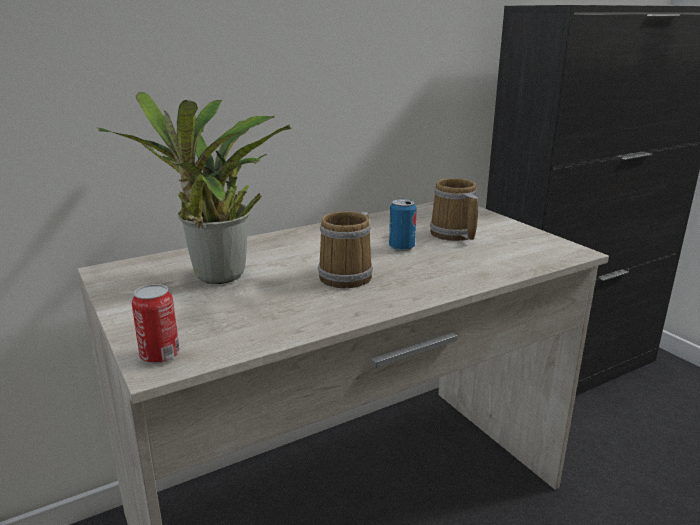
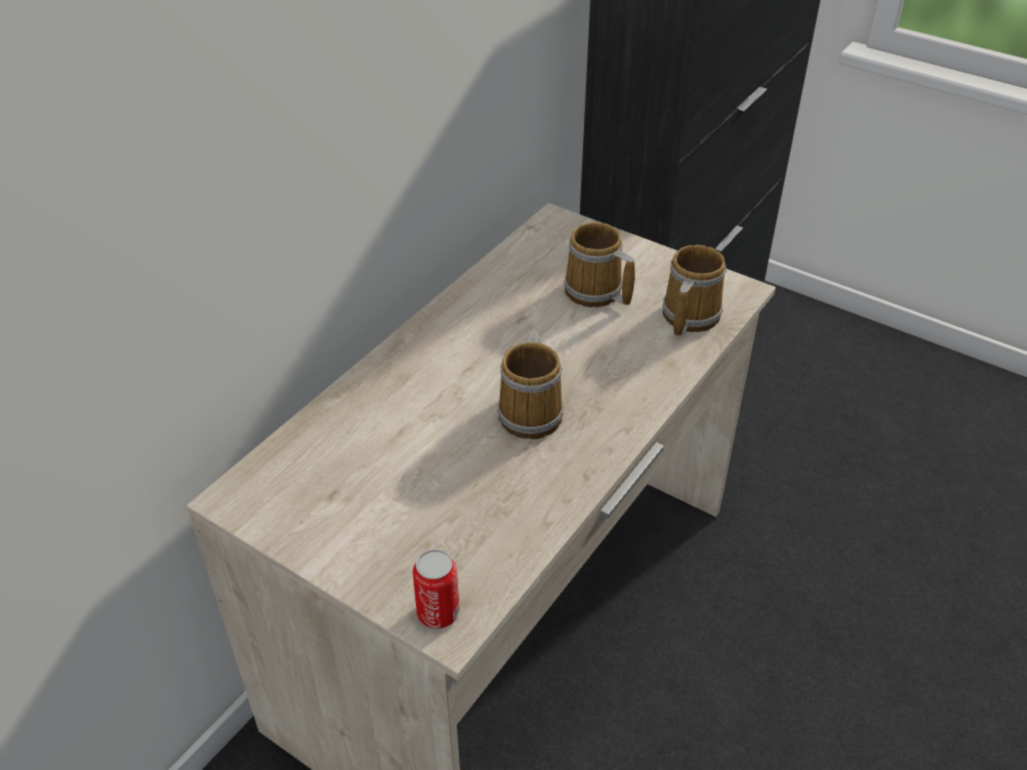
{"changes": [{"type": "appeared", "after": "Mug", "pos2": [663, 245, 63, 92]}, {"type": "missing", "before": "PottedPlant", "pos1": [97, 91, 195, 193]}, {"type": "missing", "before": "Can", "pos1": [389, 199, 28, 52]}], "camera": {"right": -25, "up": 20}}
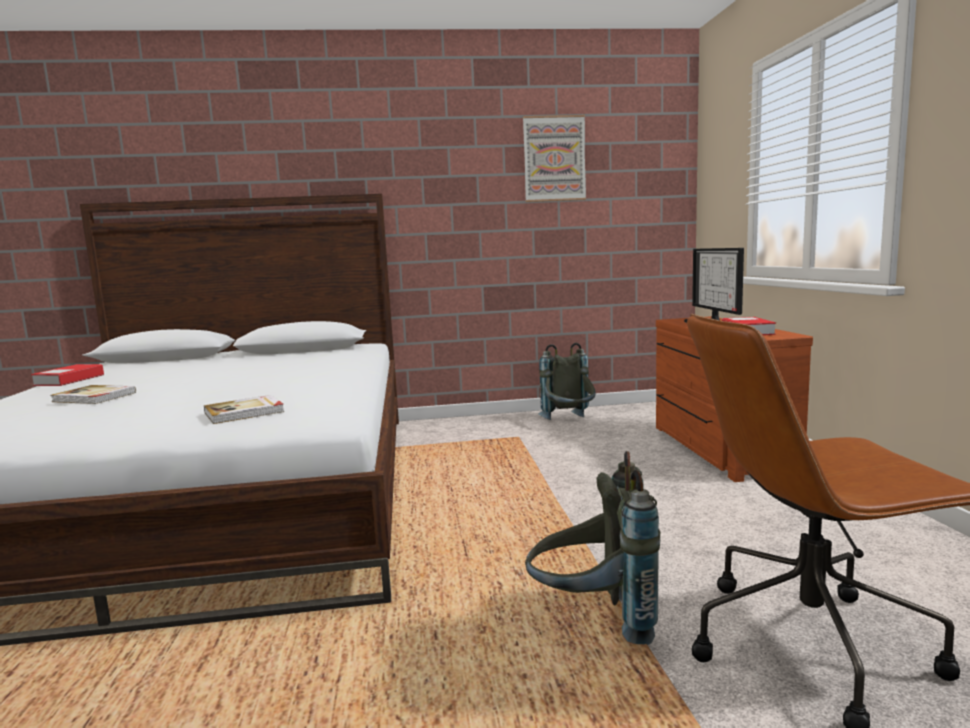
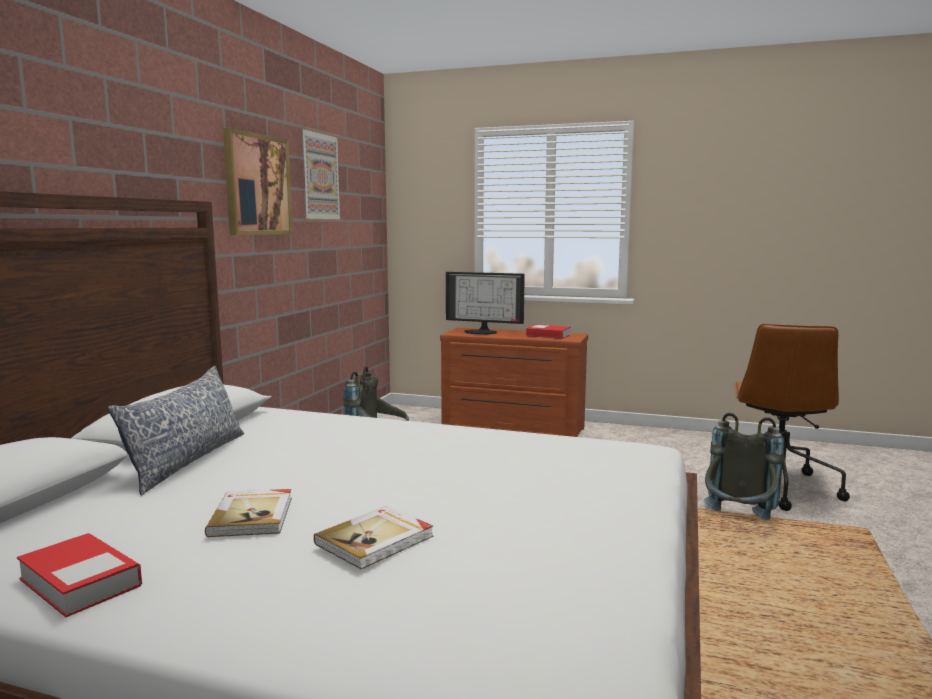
{"changes": [{"type": "appeared", "after": "Pillow", "pos2": [108, 366, 136, 129]}, {"type": "relocated", "before": "Book", "pos1": [204, 395, 80, 29], "pos2": [205, 489, 87, 48]}, {"type": "appeared", "after": "Picture", "pos2": [223, 128, 70, 107]}], "camera": {"right": -65, "up": 0}}
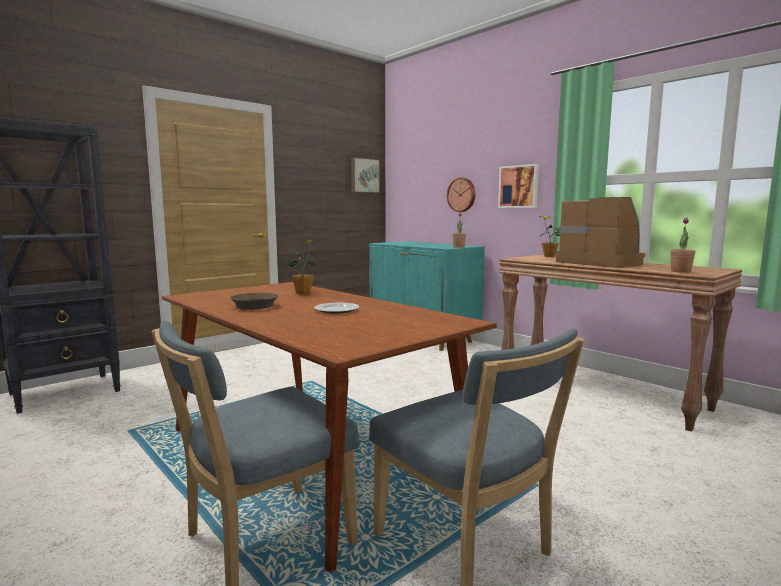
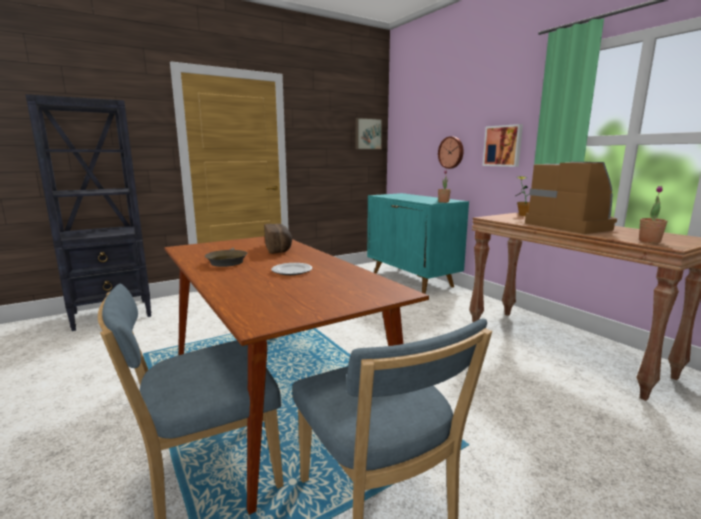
{"changes": [{"type": "exchanged", "before": "PottedPlant", "after": "Bread", "pos1": [288, 239, 28, 56], "pos2": [264, 224, 28, 30]}], "camera": {"right": 10, "up": 5}}
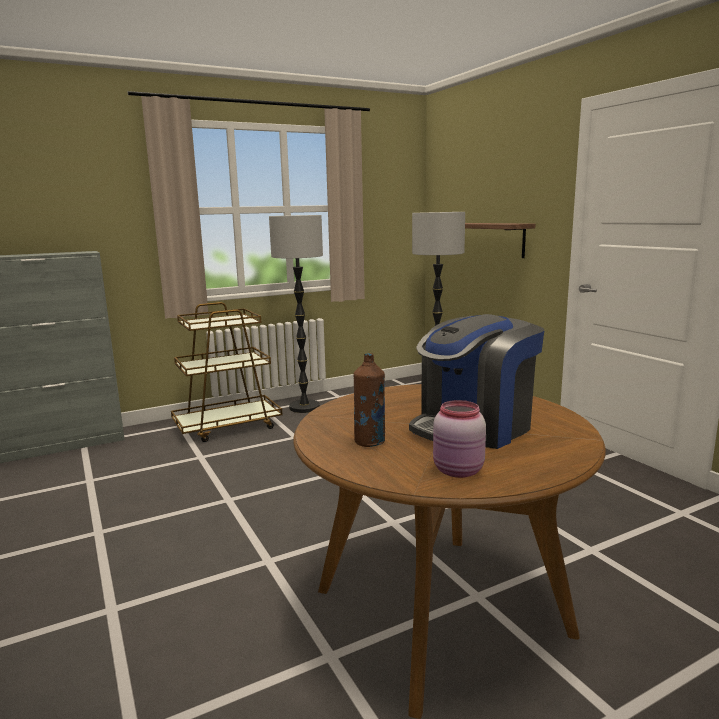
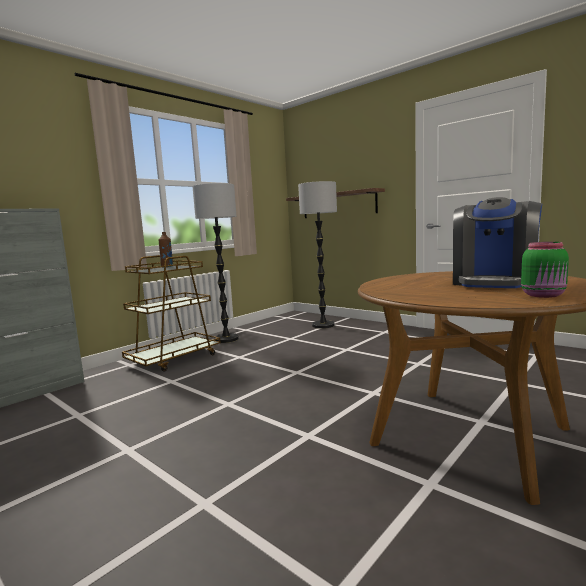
{"changes": [{"type": "relocated", "before": "BrownBottle", "pos1": [353, 353, 32, 94], "pos2": [158, 232, 15, 36]}, {"type": "colour", "before": "PinkJar", "after": "GreenJar", "pos1": [433, 400, 53, 78], "pos2": [521, 242, 48, 56]}], "camera": {"right": -20, "up": -5}}
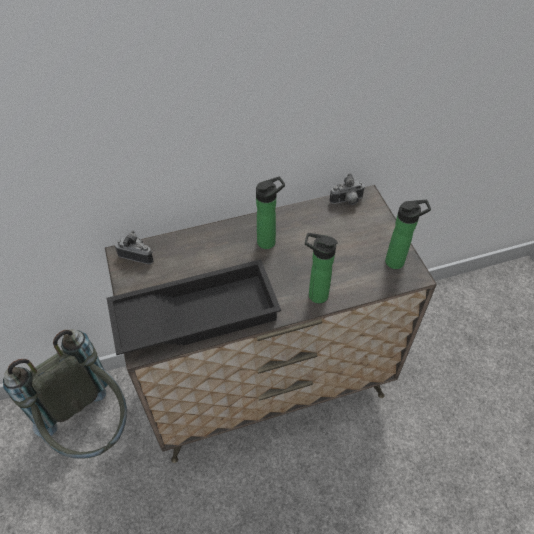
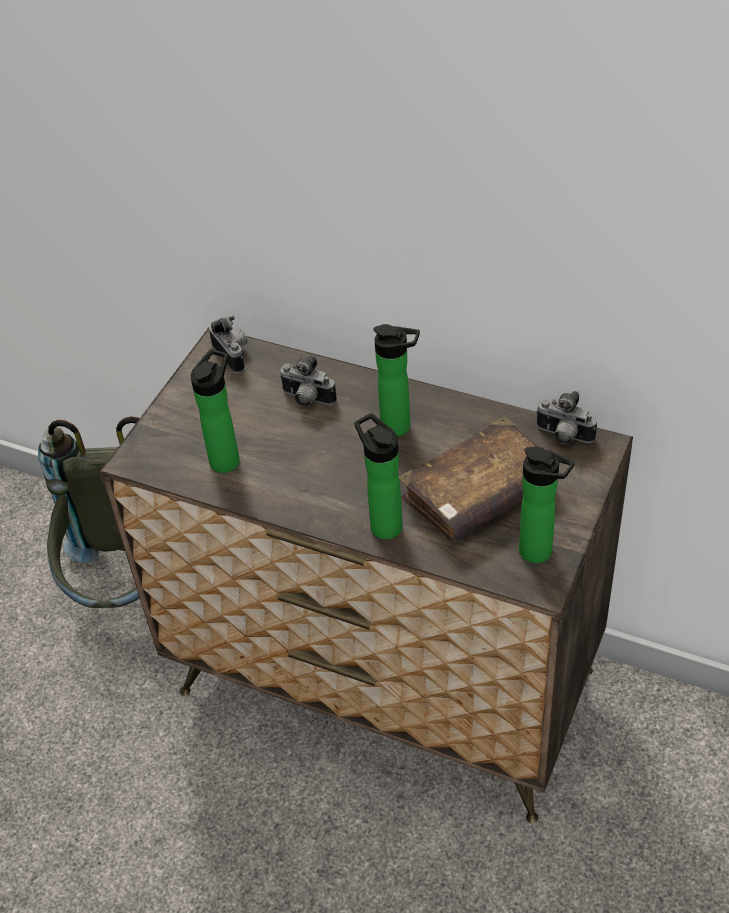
{"changes": [{"type": "exchanged", "before": "BlackTray", "after": "Bottle", "pos1": [107, 259, 174, 96], "pos2": [191, 349, 49, 124]}, {"type": "appeared", "after": "PhotoCamera", "pos2": [279, 355, 58, 52]}, {"type": "appeared", "after": "BrownBook", "pos2": [399, 417, 140, 125]}], "camera": {"right": 45, "up": -5}}
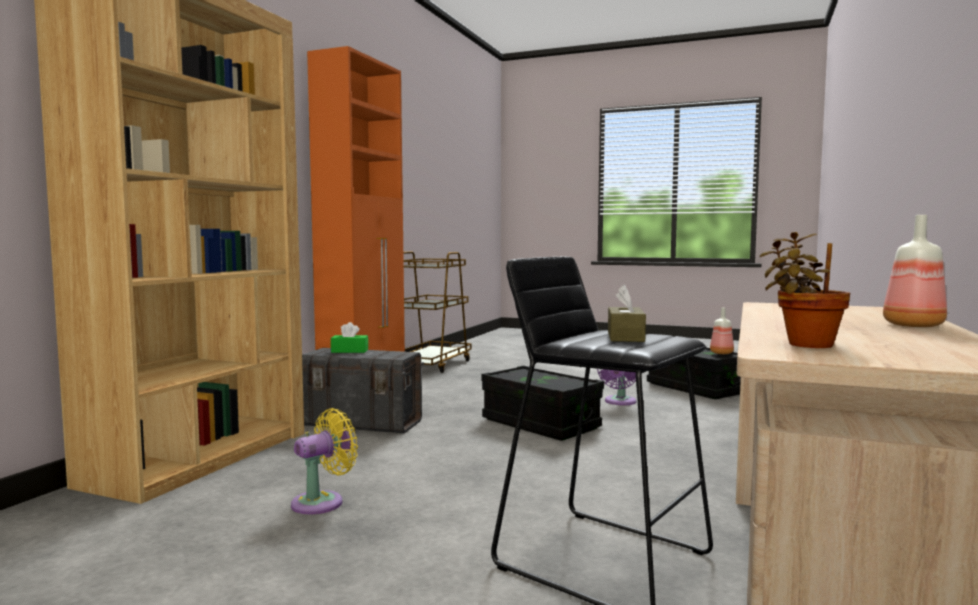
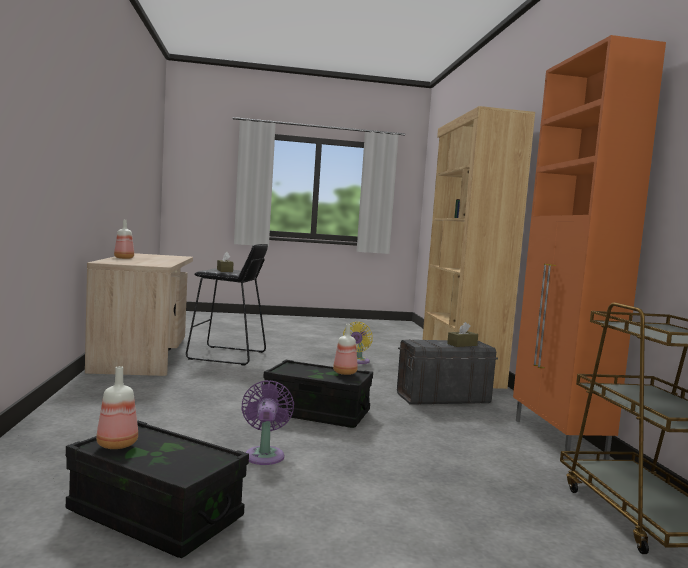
{"changes": [{"type": "appeared", "after": "Bottle", "pos2": [333, 324, 25, 51]}, {"type": "colour", "before": "GreenTissueBox", "after": "BrownTissueBox", "pos1": [331, 322, 37, 31], "pos2": [447, 322, 31, 25]}, {"type": "missing", "before": "PottedPlant", "pos1": [760, 232, 90, 116]}], "camera": {"right": 150, "up": 0}}
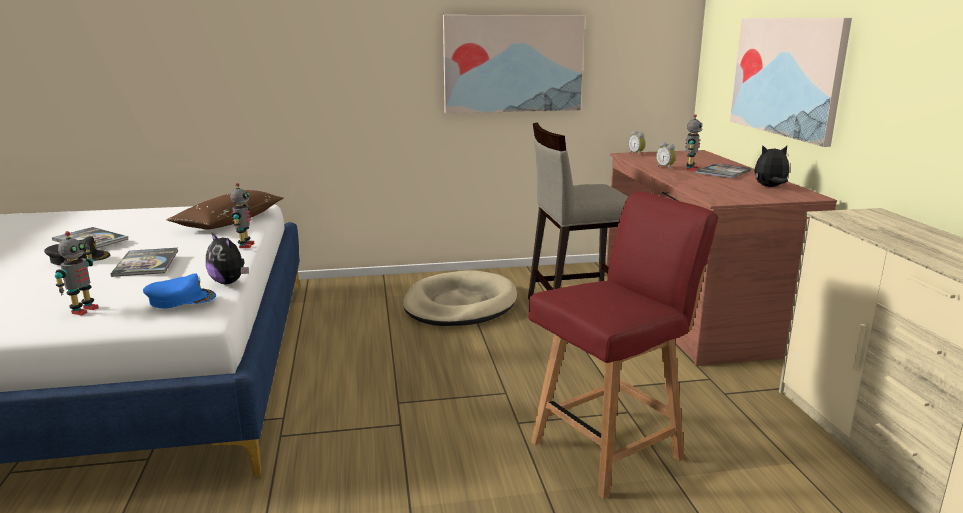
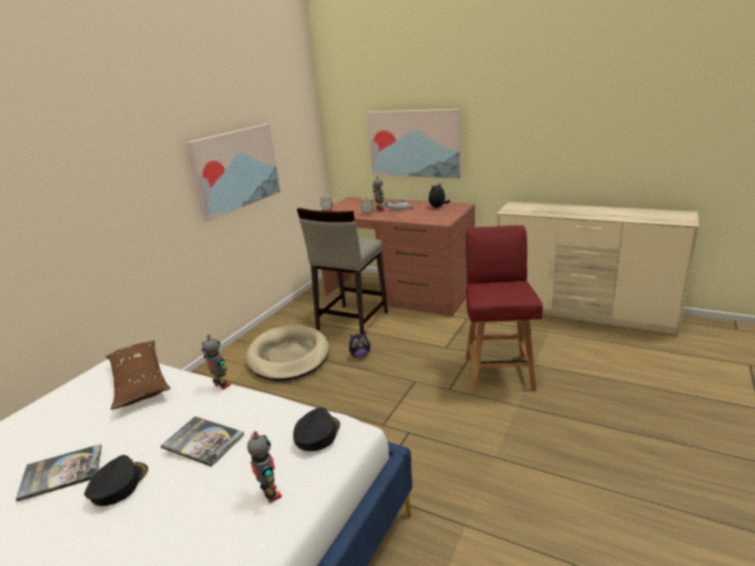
{"changes": [{"type": "colour", "before": "BlueCap", "after": "BlackCap", "pos1": [143, 274, 73, 34], "pos2": [293, 407, 47, 44]}, {"type": "relocated", "before": "PlushToy", "pos1": [206, 232, 43, 52], "pos2": [349, 332, 22, 26]}], "camera": {"right": -50, "up": 5}}
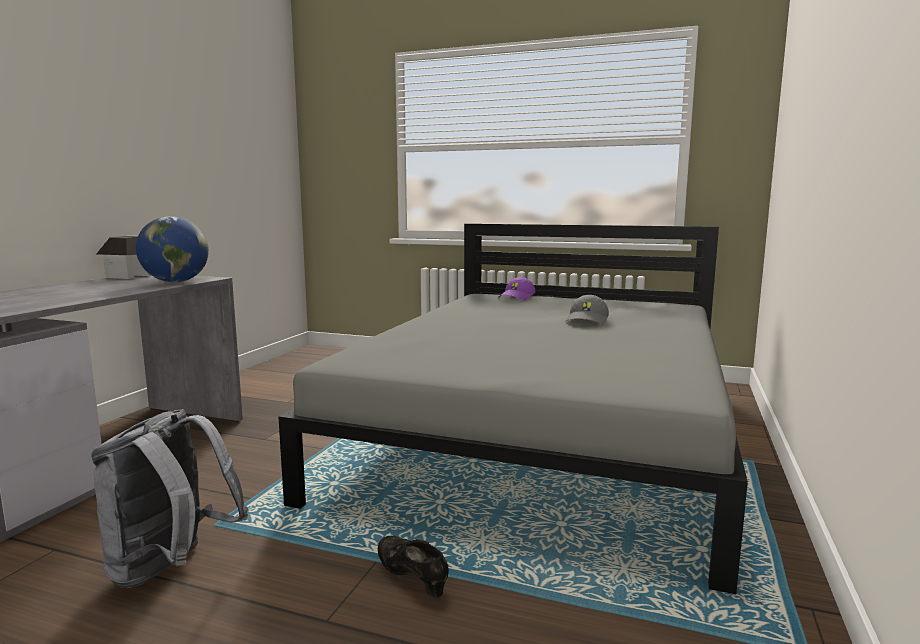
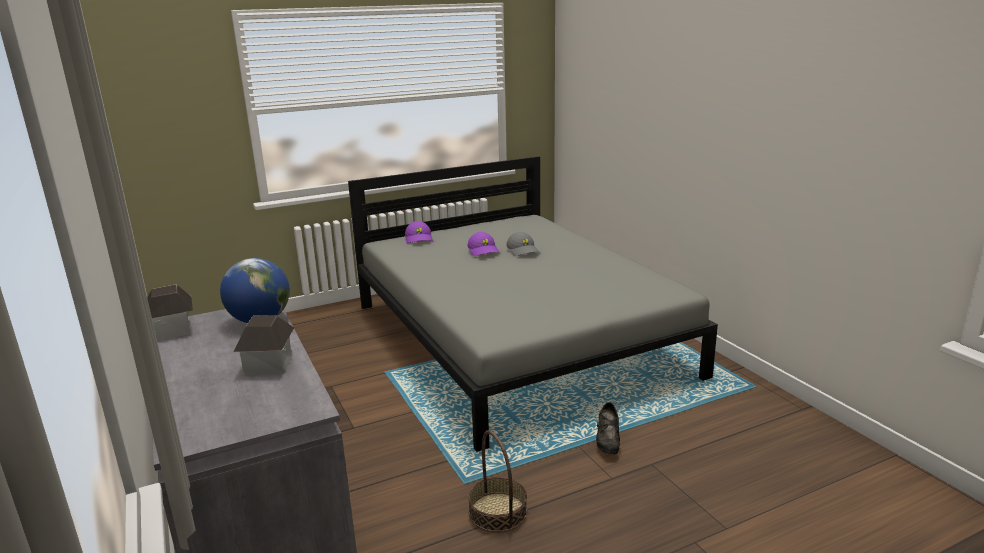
{"changes": [{"type": "appeared", "after": "ToyHouse", "pos2": [233, 315, 61, 60]}, {"type": "appeared", "after": "PurpleCap", "pos2": [467, 232, 33, 24]}, {"type": "exchanged", "before": "GreyBackpack", "after": "Basket", "pos1": [91, 409, 158, 179], "pos2": [468, 430, 59, 103]}, {"type": "spun", "before": "BlackShoe", "pos1": [378, 535, 71, 64], "pos2": [596, 402, 24, 52], "turn": -90}], "camera": {"right": -45, "up": 10}}
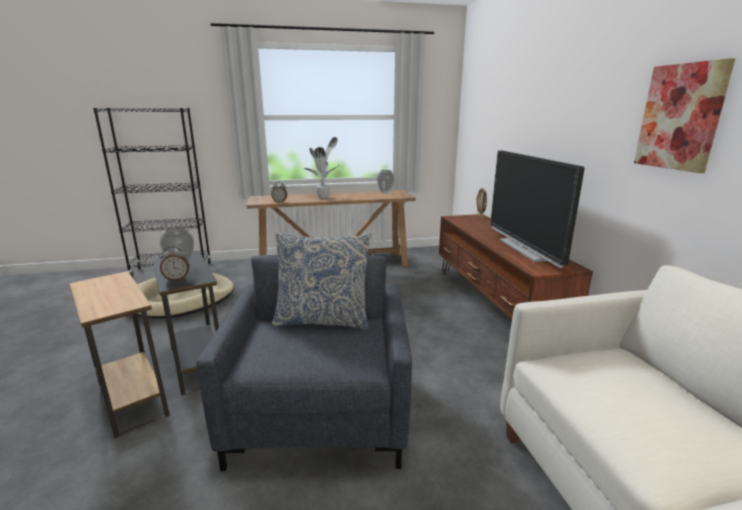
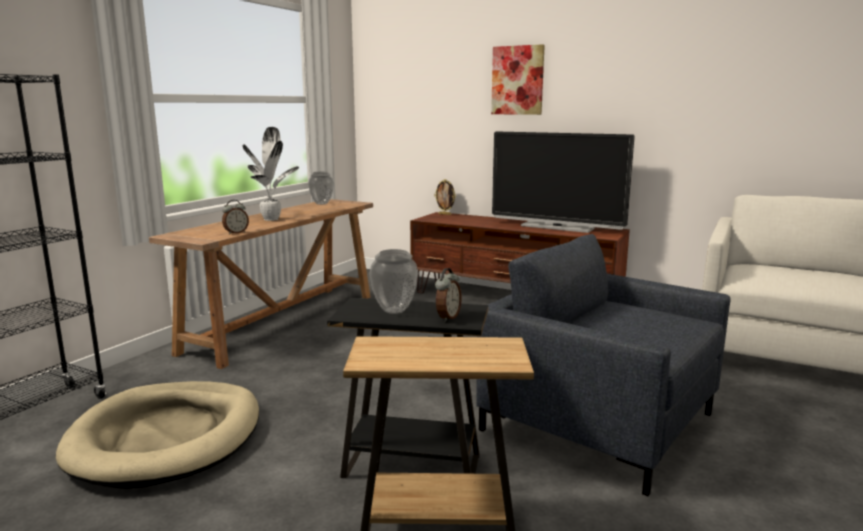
{"changes": [{"type": "relocated", "before": "Picture", "pos1": [634, 58, 101, 115], "pos2": [491, 44, 54, 71]}, {"type": "missing", "before": "Pillow", "pos1": [272, 232, 99, 98]}], "camera": {"right": -50, "up": -5}}
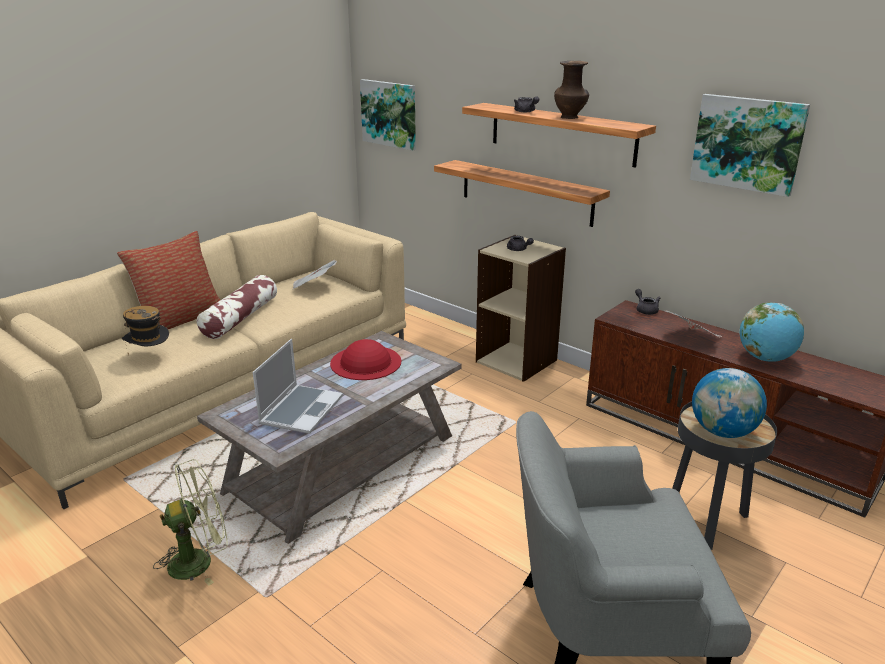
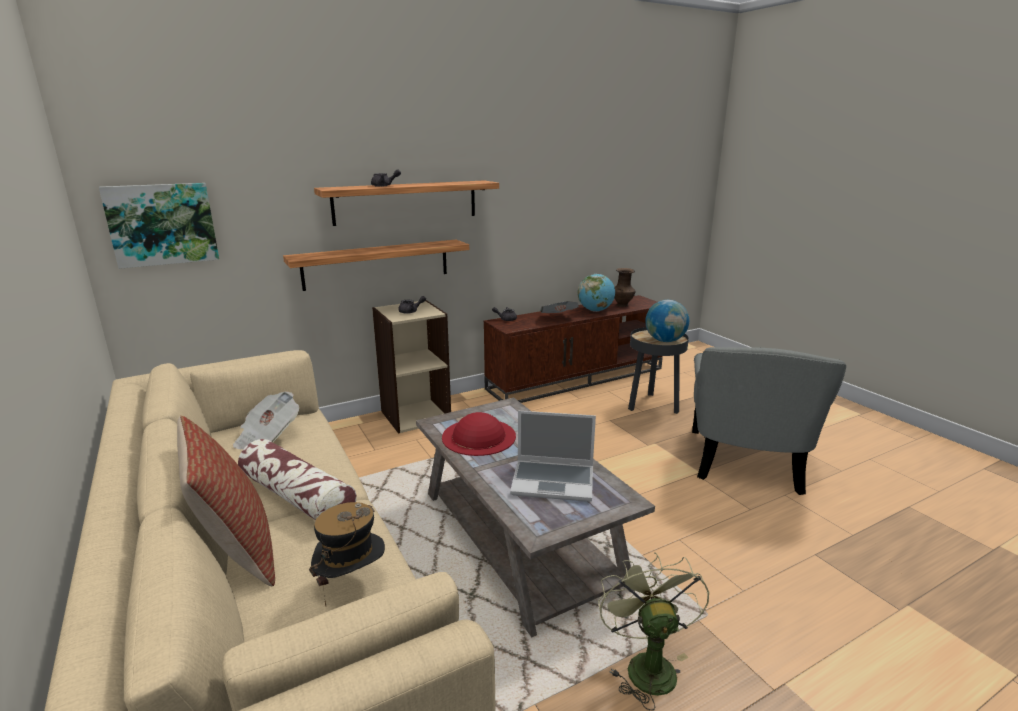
{"changes": [{"type": "spun", "before": "Laptop", "pos1": [253, 339, 90, 95], "pos2": [510, 411, 86, 91], "turn": 150}, {"type": "relocated", "before": "BrownVase", "pos1": [554, 61, 35, 58], "pos2": [614, 268, 21, 39]}, {"type": "missing", "before": "Picture", "pos1": [690, 94, 120, 103]}], "camera": {"right": -70, "up": -5}}
